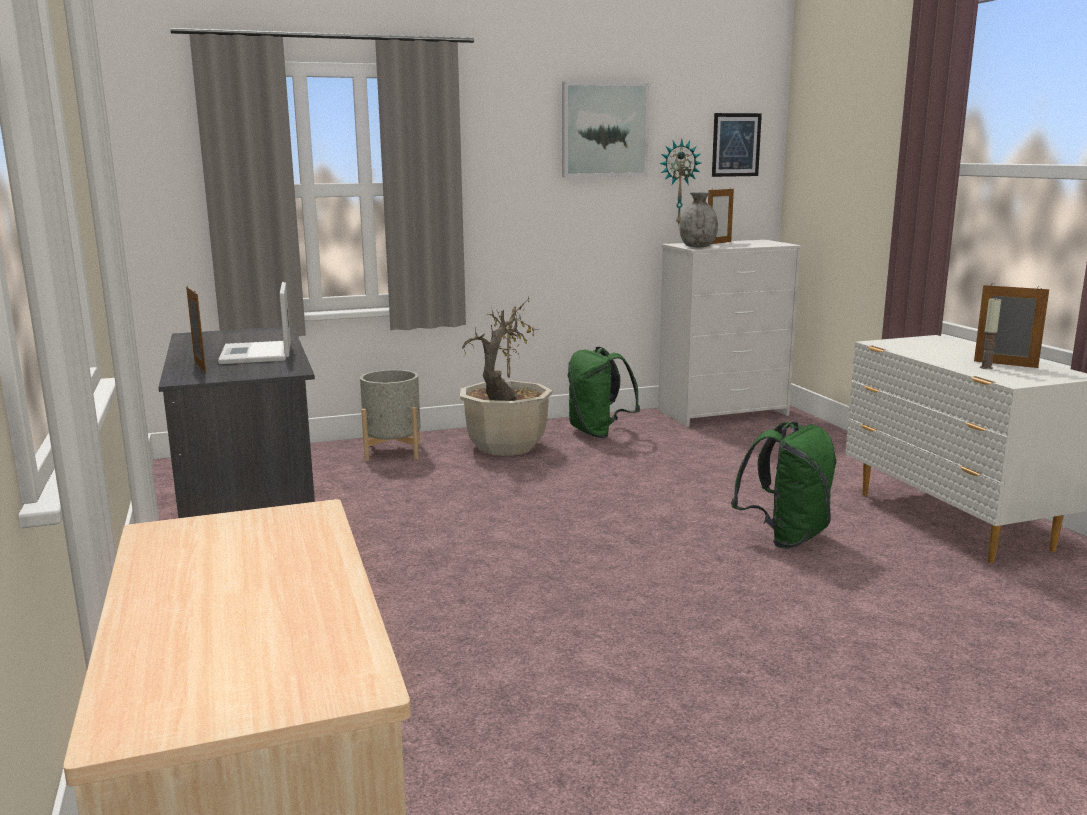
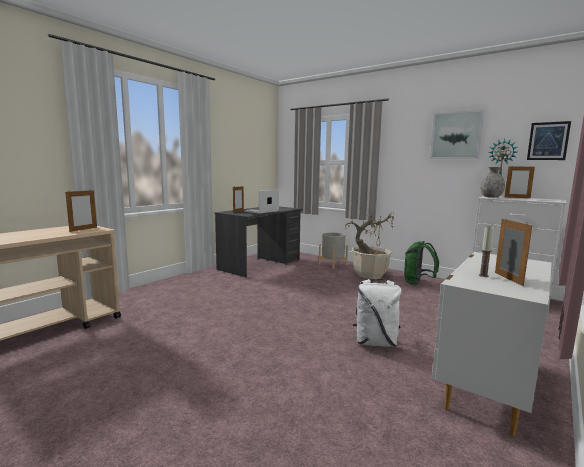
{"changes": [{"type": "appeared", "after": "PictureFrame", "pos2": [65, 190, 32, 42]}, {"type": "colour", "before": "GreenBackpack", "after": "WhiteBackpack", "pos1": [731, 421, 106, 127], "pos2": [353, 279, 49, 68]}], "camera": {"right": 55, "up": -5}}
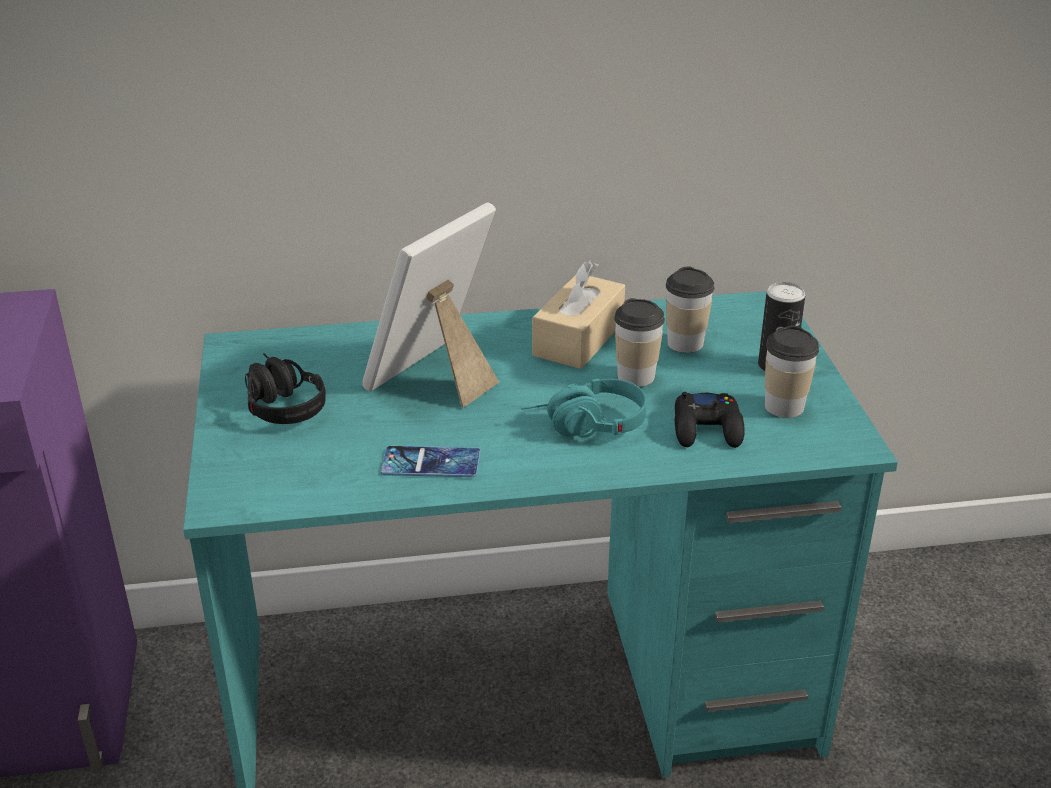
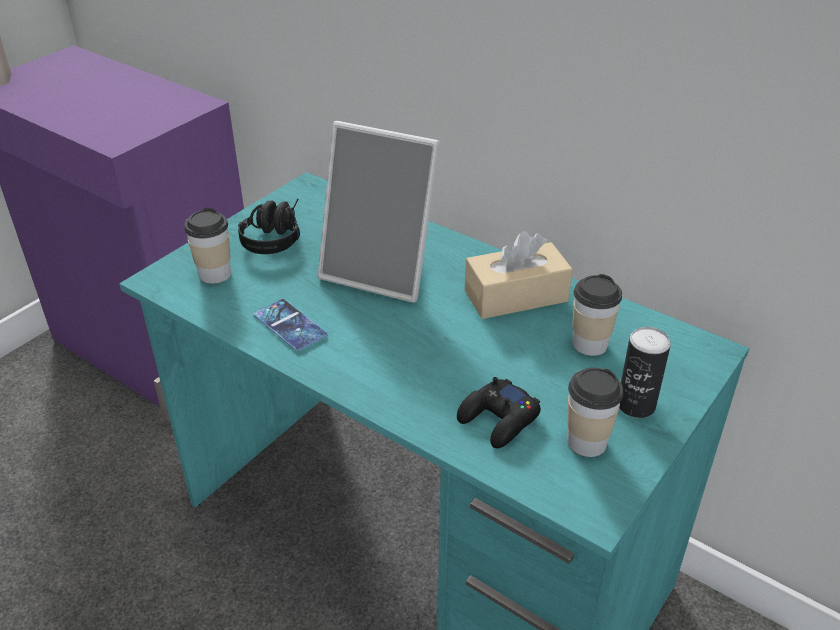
{"changes": [{"type": "relocated", "before": "Cup", "pos1": [614, 298, 51, 89], "pos2": [184, 208, 47, 76]}, {"type": "spun", "before": "PictureFrame", "pos1": [362, 202, 137, 206], "pos2": [318, 121, 122, 182], "turn": -150}, {"type": "missing", "before": "TurquoiseHeadphones", "pos1": [521, 379, 126, 59]}], "camera": {"right": 45, "up": 5}}
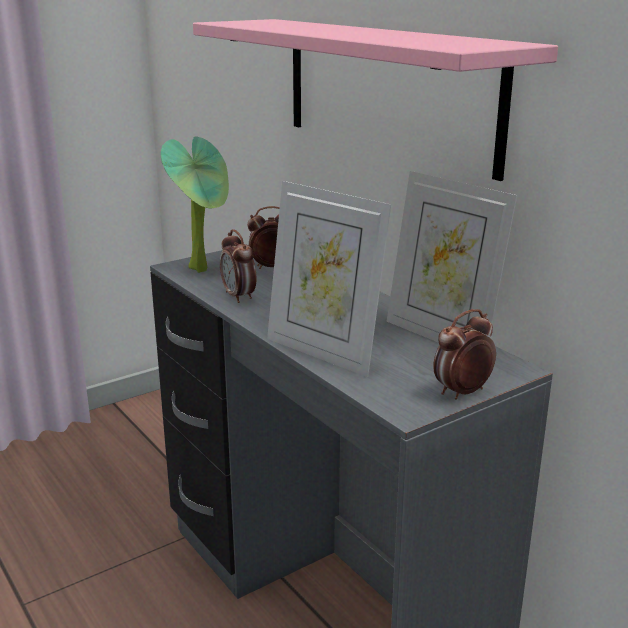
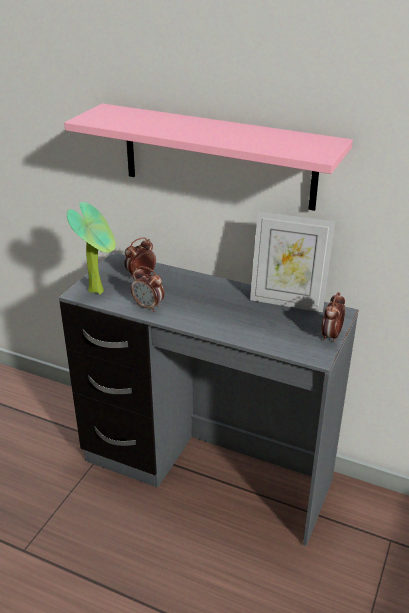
{"changes": [{"type": "missing", "before": "PictureFrame", "pos1": [267, 181, 124, 196]}], "camera": {"right": -30, "up": 10}}
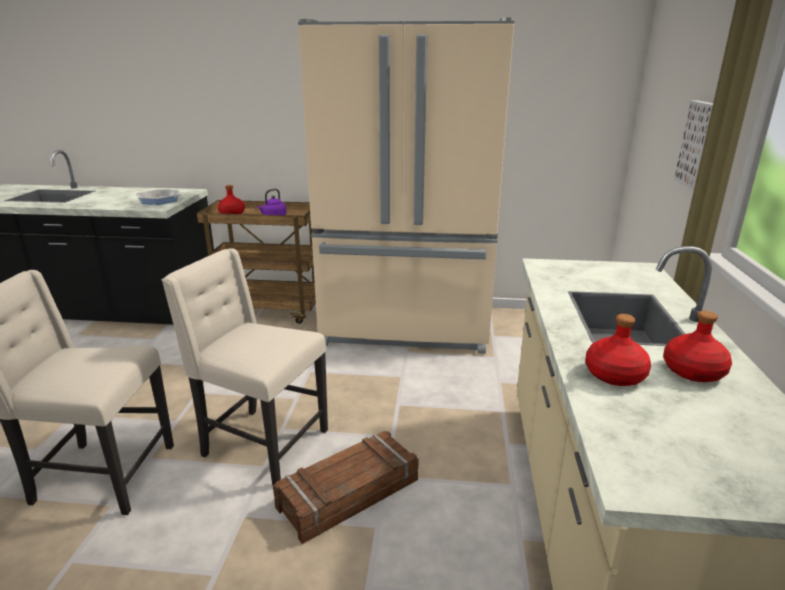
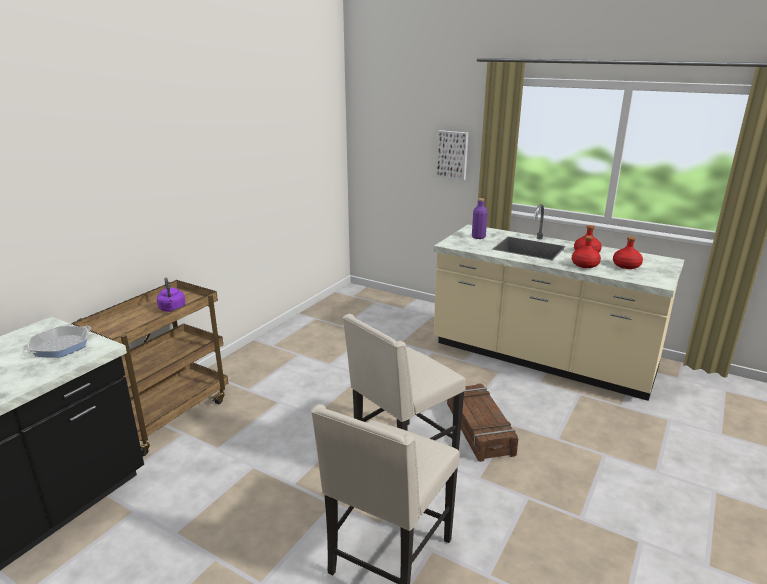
{"changes": [{"type": "appeared", "after": "PurpleBottle", "pos2": [472, 198, 16, 41]}, {"type": "relocated", "before": "RedBottle", "pos1": [218, 185, 27, 29], "pos2": [613, 236, 30, 33]}, {"type": "missing", "before": "BeigeFridge", "pos1": [298, 18, 217, 336]}], "camera": {"right": -65, "up": 0}}
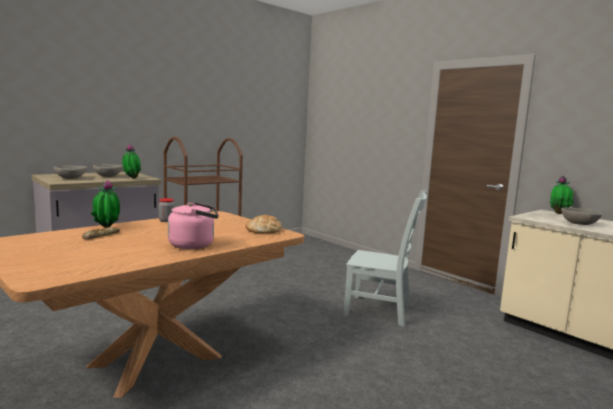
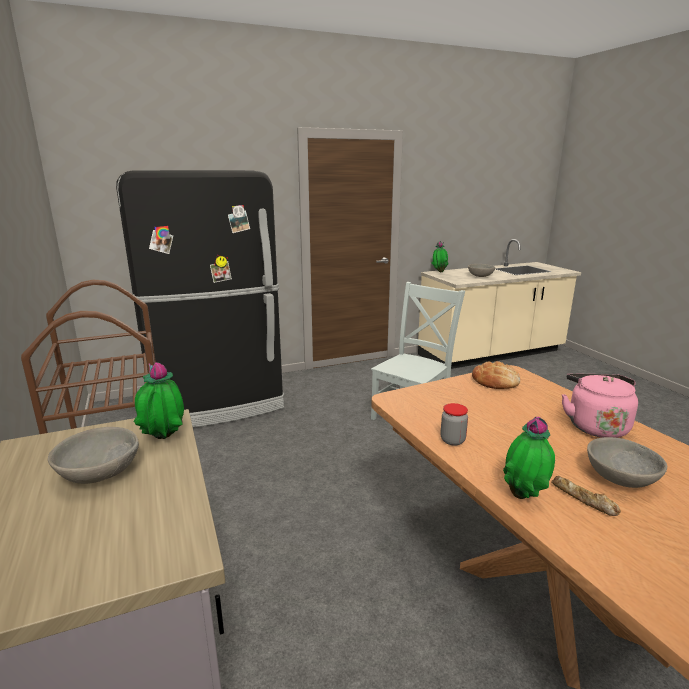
{"changes": [{"type": "appeared", "after": "BlackFridge", "pos2": [116, 170, 168, 258]}, {"type": "relocated", "before": "GreyBowl", "pos1": [54, 166, 33, 13], "pos2": [587, 437, 80, 51]}], "camera": {"right": -70, "up": 10}}
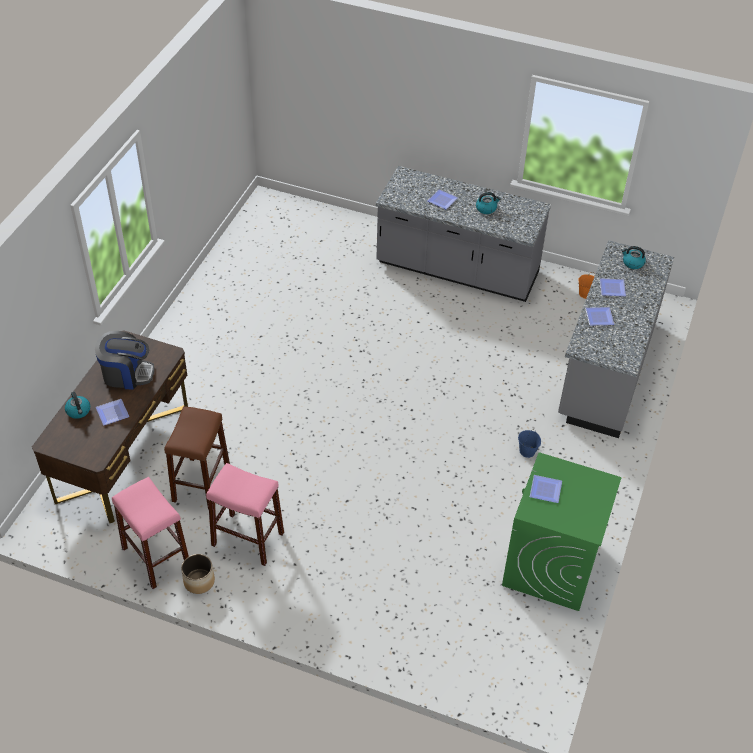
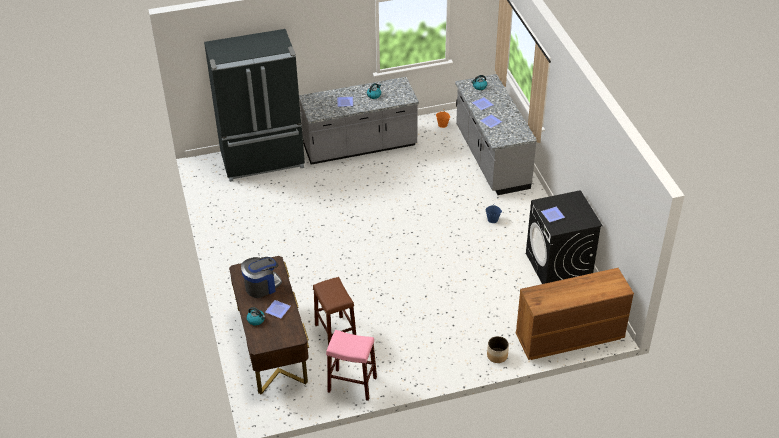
{"changes": [{"type": "appeared", "after": "BlackFridge", "pos2": [204, 29, 101, 153]}, {"type": "relocated", "before": "Planter", "pos1": [181, 554, 34, 40], "pos2": [487, 336, 22, 27]}, {"type": "appeared", "after": "BrownDresser", "pos2": [516, 268, 118, 92]}, {"type": "colour", "before": "GreenWashingMachine", "after": "BlackWashingMachine", "pos1": [502, 453, 120, 158], "pos2": [526, 190, 77, 94]}, {"type": "missing", "before": "PinkStool", "pos1": [206, 463, 78, 103]}], "camera": {"right": -35, "up": -5}}
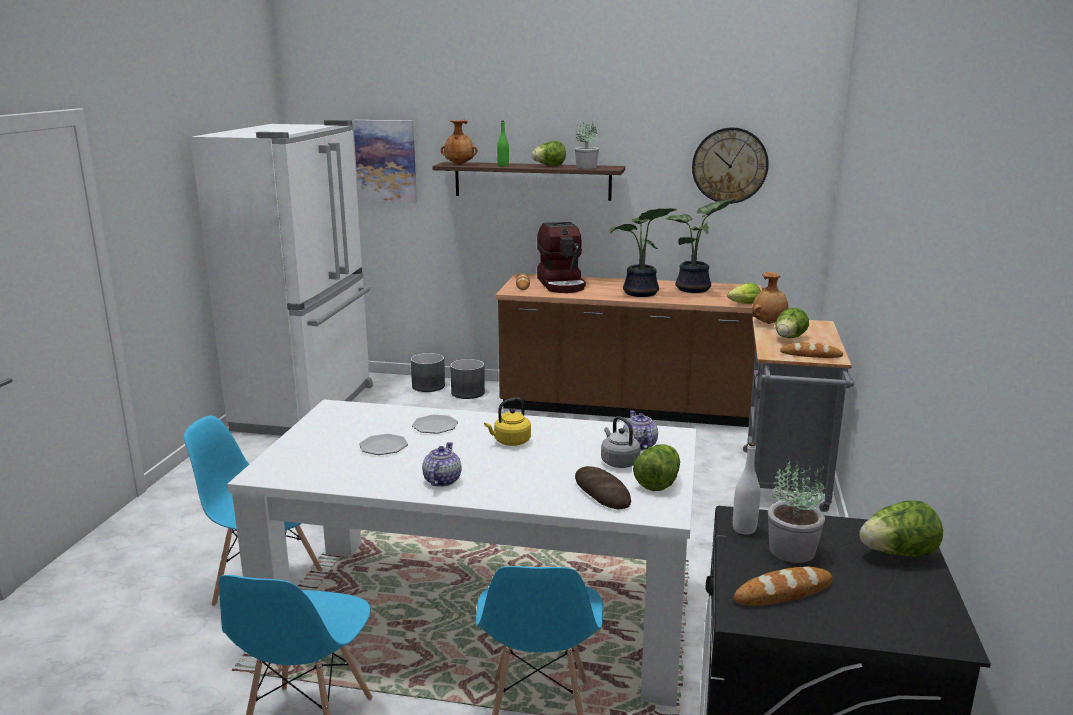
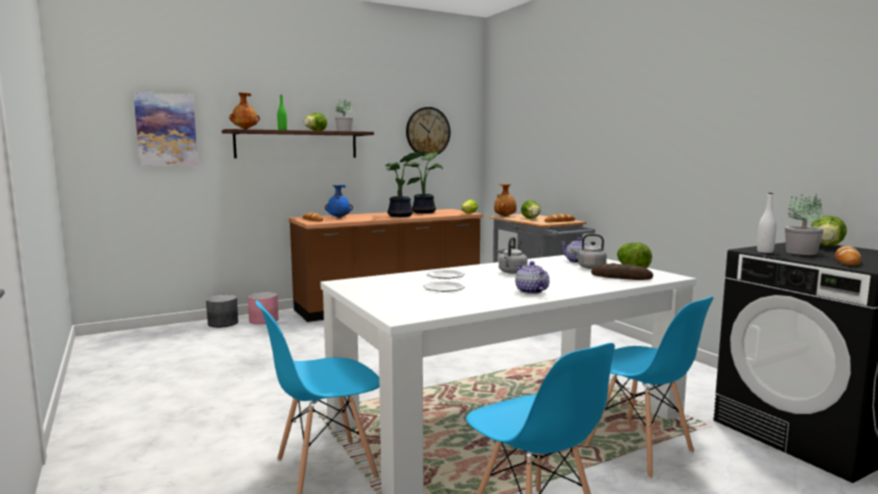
{"changes": [{"type": "colour", "before": "GreyPlanter", "after": "PinkPlanter", "pos1": [450, 359, 35, 40], "pos2": [248, 292, 31, 32]}, {"type": "exchanged", "before": "CoffeeMachine", "after": "BlueVase", "pos1": [537, 222, 49, 71], "pos2": [325, 185, 28, 33]}, {"type": "colour", "before": "YellowKettle", "after": "GreyKettle", "pos1": [484, 398, 47, 48], "pos2": [499, 237, 28, 37]}, {"type": "missing", "before": "WhiteFridge", "pos1": [190, 120, 183, 316]}], "camera": {"right": -40, "up": -10}}
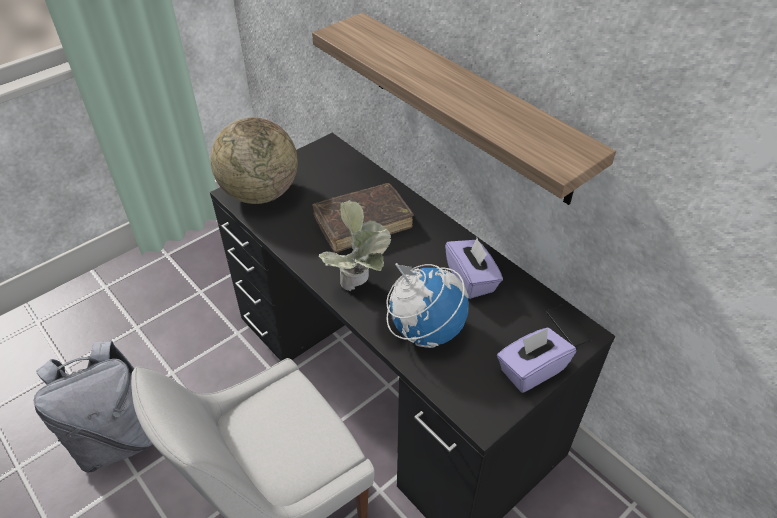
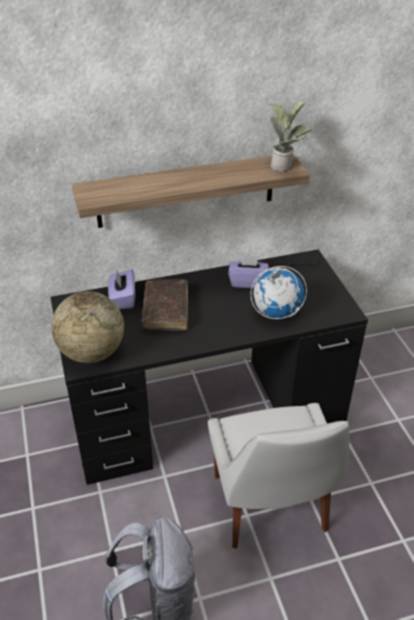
{"changes": [{"type": "relocated", "before": "PurpleTissueBox", "pos1": [497, 328, 79, 65], "pos2": [108, 269, 27, 40]}, {"type": "relocated", "before": "PottedPlant", "pos1": [319, 200, 72, 91], "pos2": [269, 101, 42, 70]}], "camera": {"right": -65, "up": -5}}
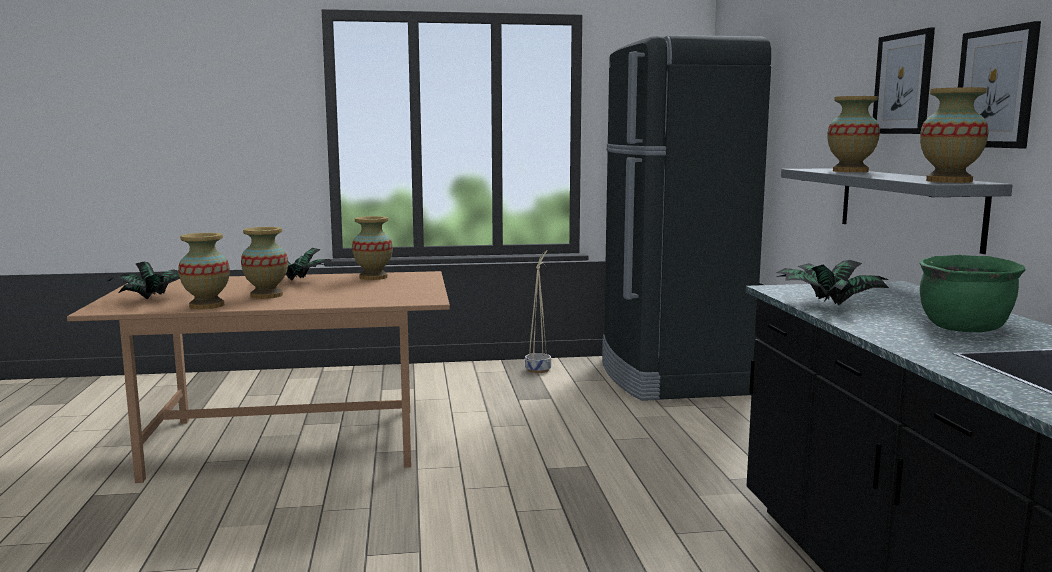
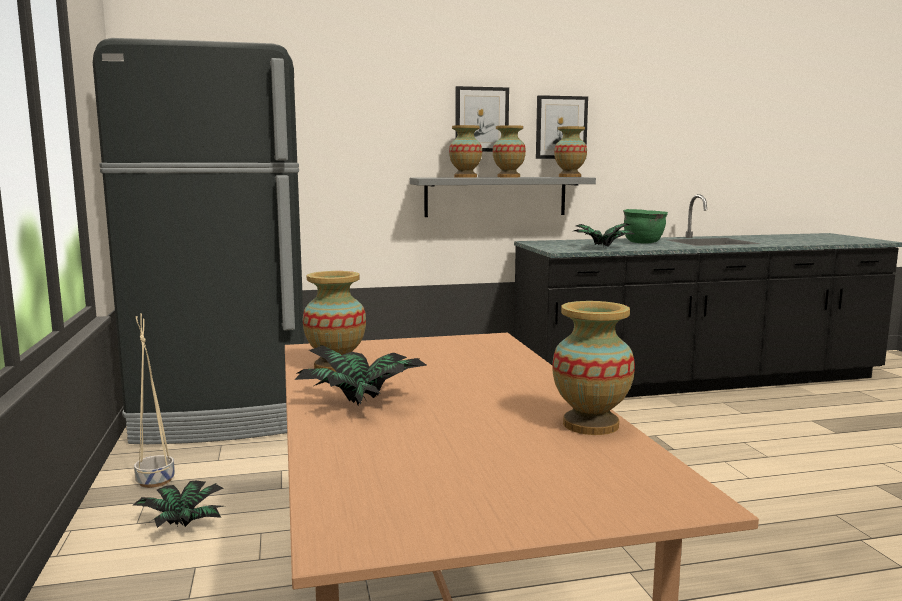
{"changes": [{"type": "relocated", "before": "PottedPlant", "pos1": [108, 262, 72, 37], "pos2": [133, 481, 90, 47]}, {"type": "relocated", "before": "Vase", "pos1": [241, 227, 47, 72], "pos2": [493, 125, 33, 52]}], "camera": {"right": -95, "up": 0}}
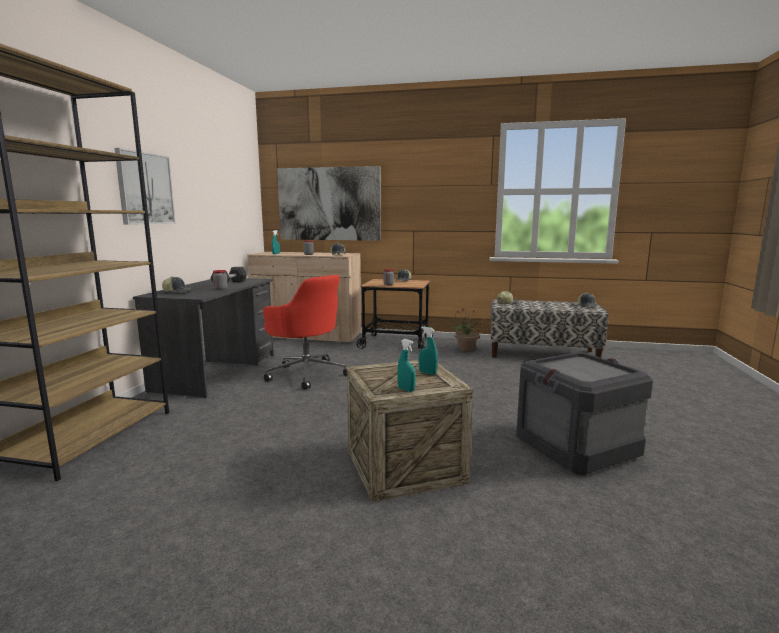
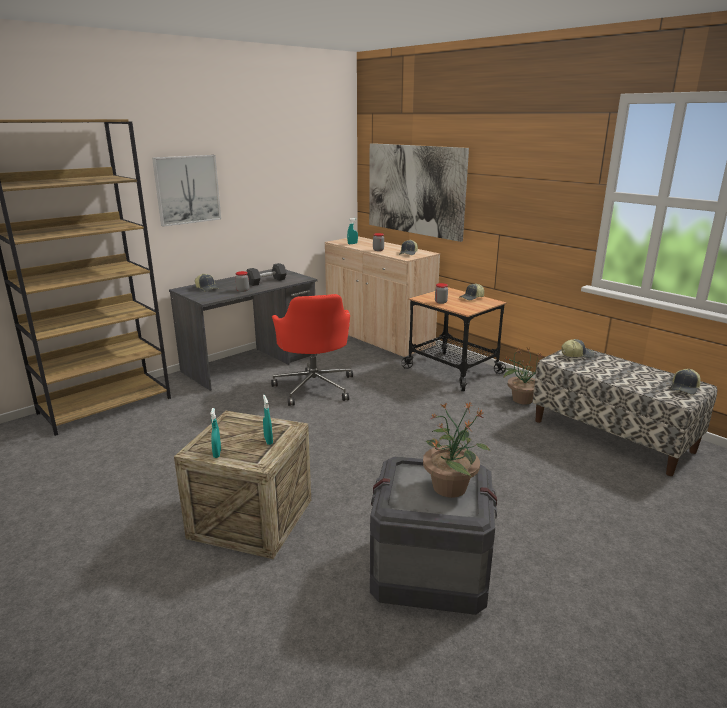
{"changes": [{"type": "appeared", "after": "PottedPlant", "pos2": [423, 401, 67, 97]}], "camera": {"right": 35, "up": 10}}
